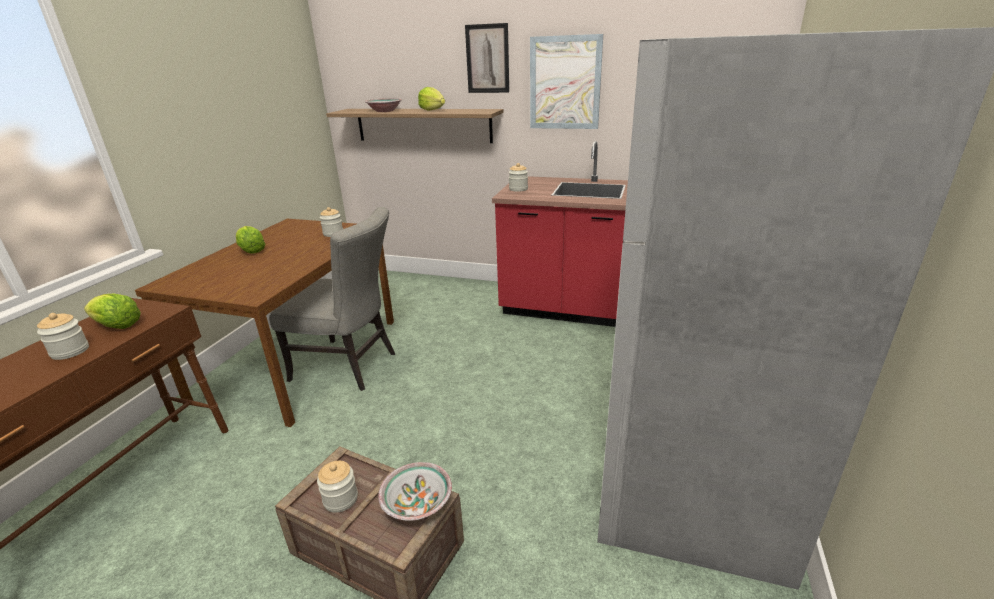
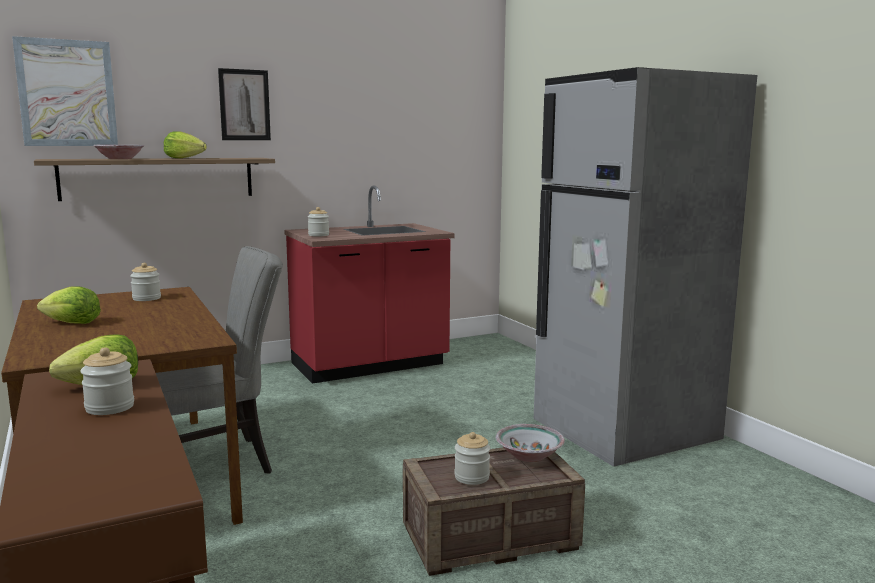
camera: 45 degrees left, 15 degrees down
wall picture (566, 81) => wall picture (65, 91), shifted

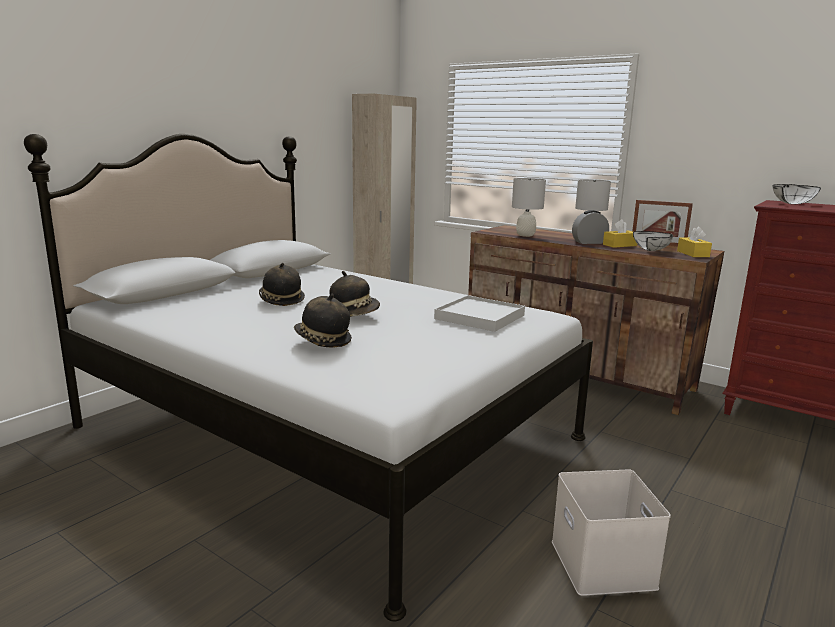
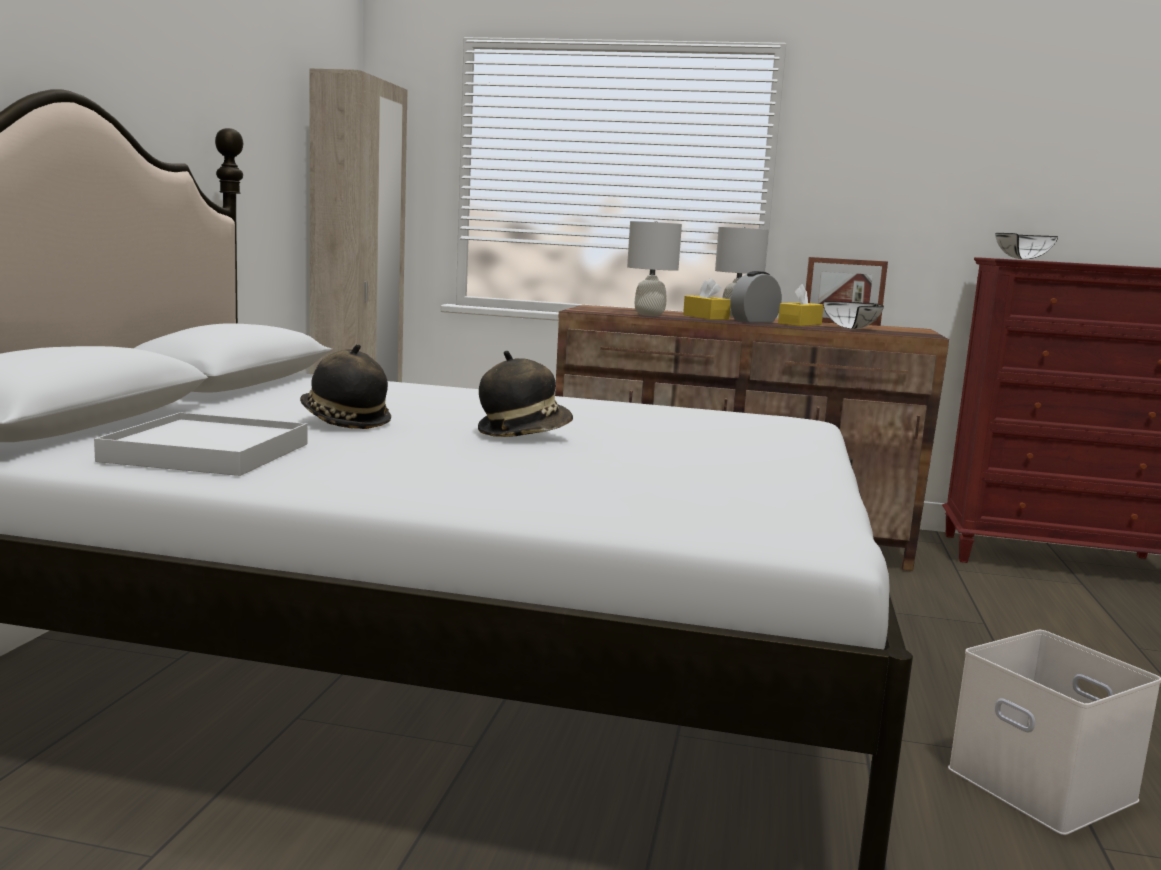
camera: 25 degrees left, 5 degrees down
clothing hat (323, 321) => nothing
carrying tray in white (479, 313) => carrying tray in white (200, 444), shifted
tissue holder in yellow-coloured (694, 241) => tissue holder in yellow-coloured (707, 299), shifted

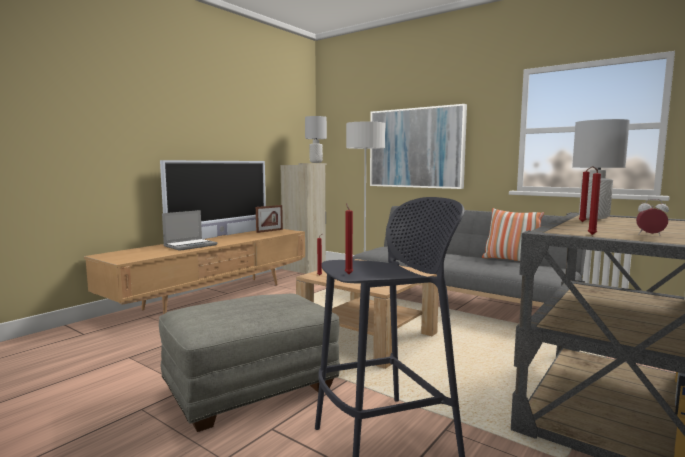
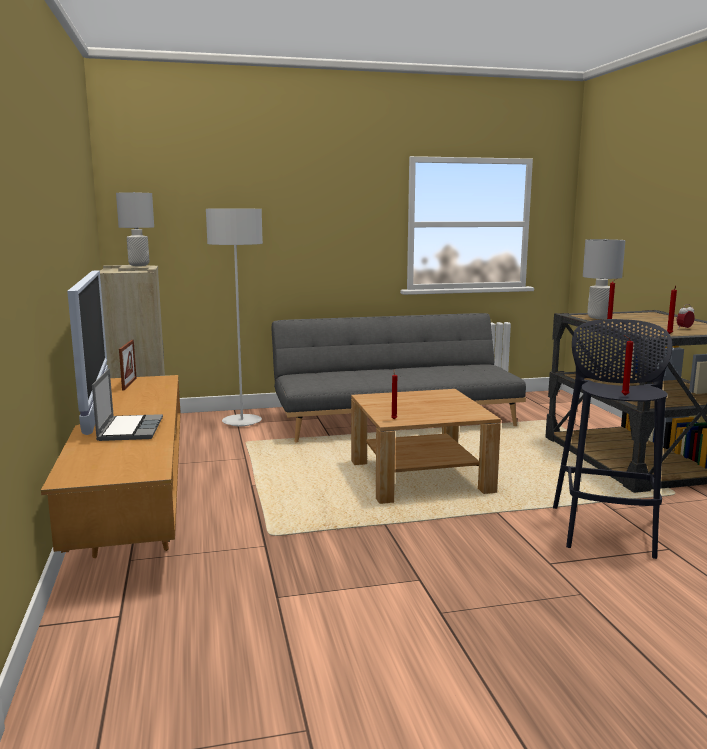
camera: 50 degrees left, 5 degrees up
pouffe in greyish (249, 363) => nothing
wall picture (418, 146) => nothing
pillow (513, 234) => nothing

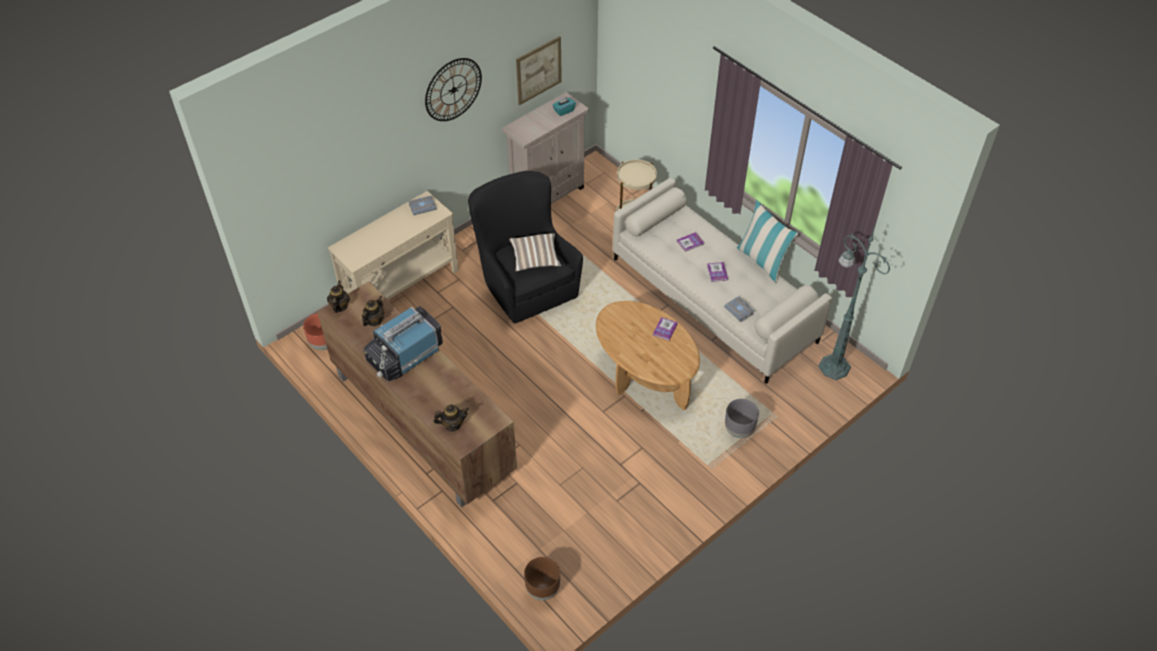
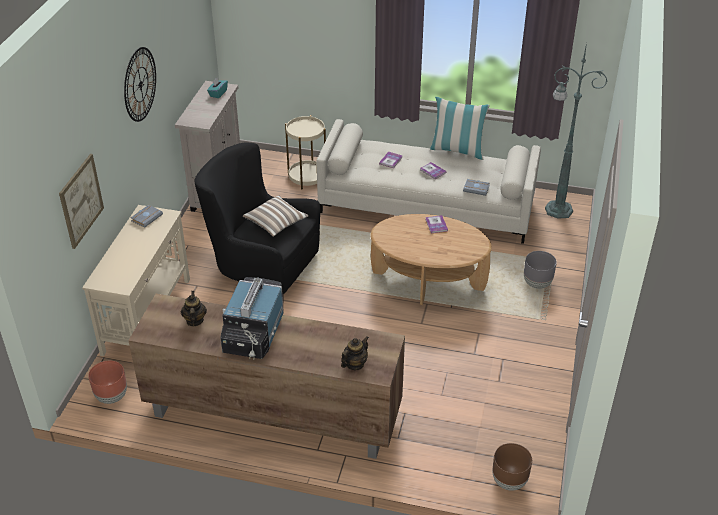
camera: 35 degrees left, 10 degrees down
pot for tea (338, 296) => nothing
wall picture (539, 70) => wall picture (81, 201), shifted

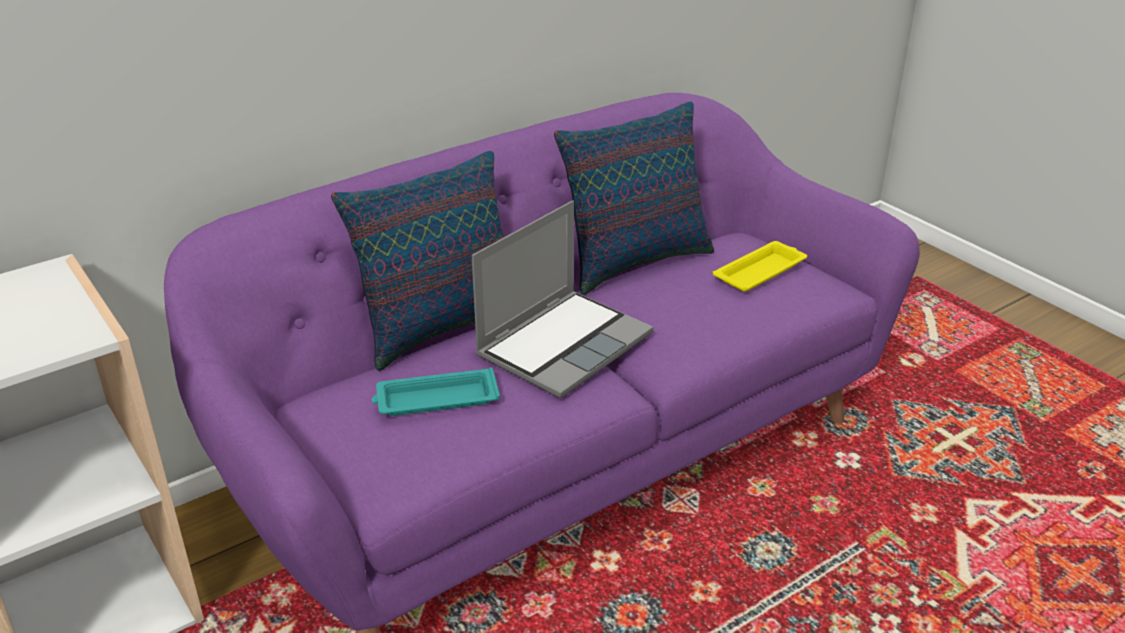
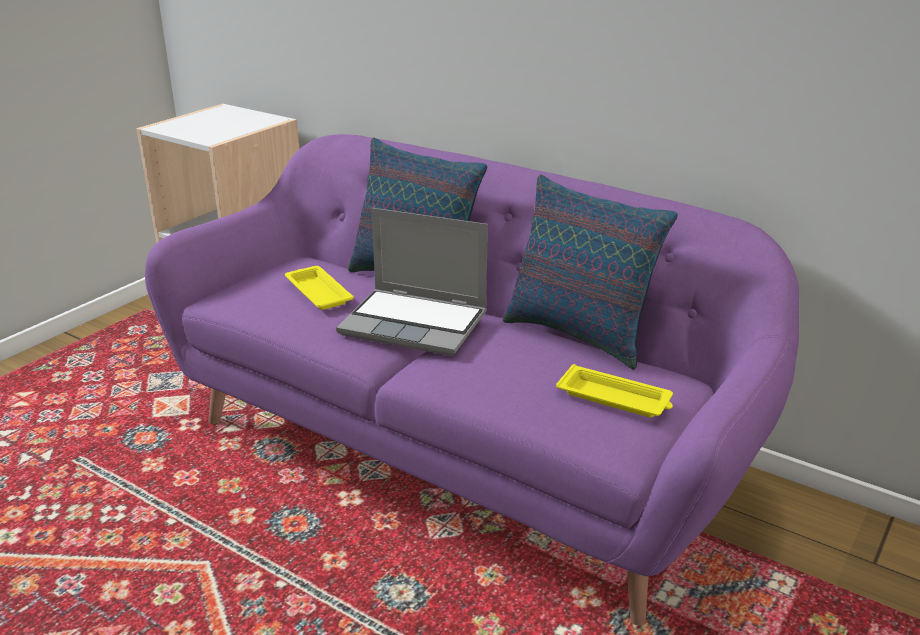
camera: 70 degrees right, 5 degrees down
carrying tray in turquoise (435, 391) => carrying tray in yellow-coloured (319, 288)

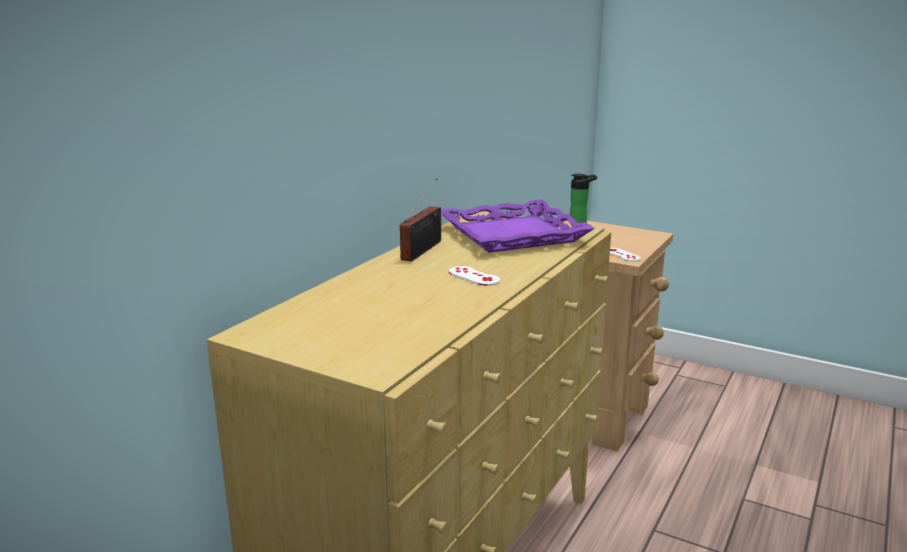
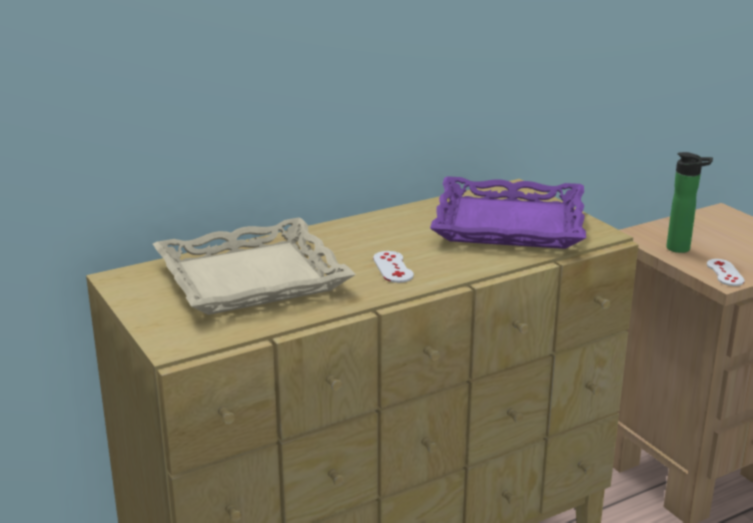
camera: 30 degrees right, 5 degrees up
radio set (420, 220) => nothing
nothing => carrying tray in sand-coloured (254, 266)

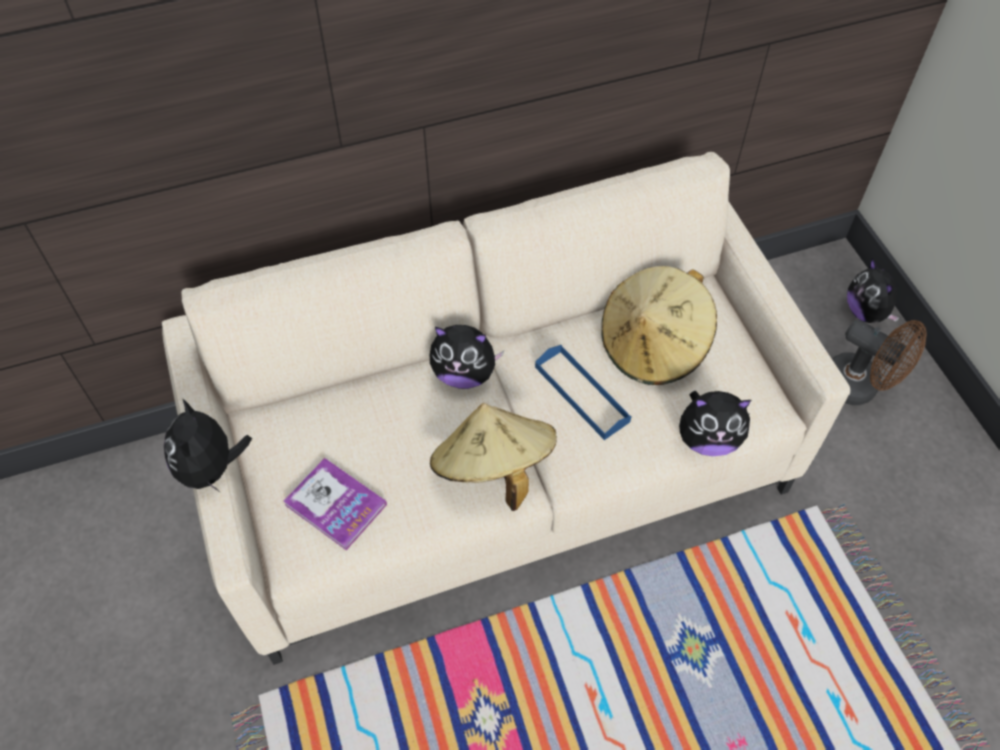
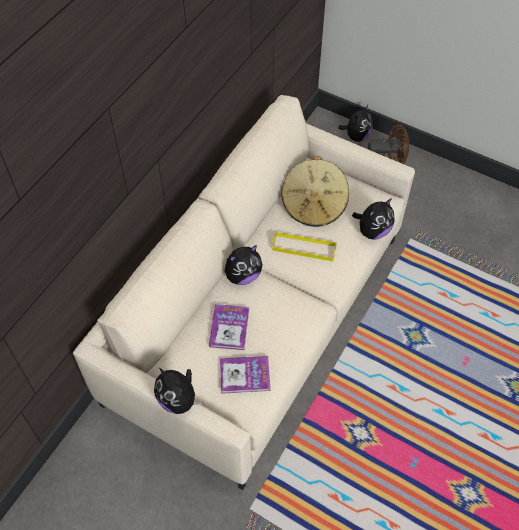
camera: 40 degrees left, 0 degrees up
clothing hat in sand-coloured (493, 457) => nothing
carrying tray in blue-coloured (583, 392) => carrying tray in yellow-coloured (304, 247)
plush toy (873, 290) => plush toy (355, 123), 90 degrees counterclockwise
nothing => bound book (229, 327)

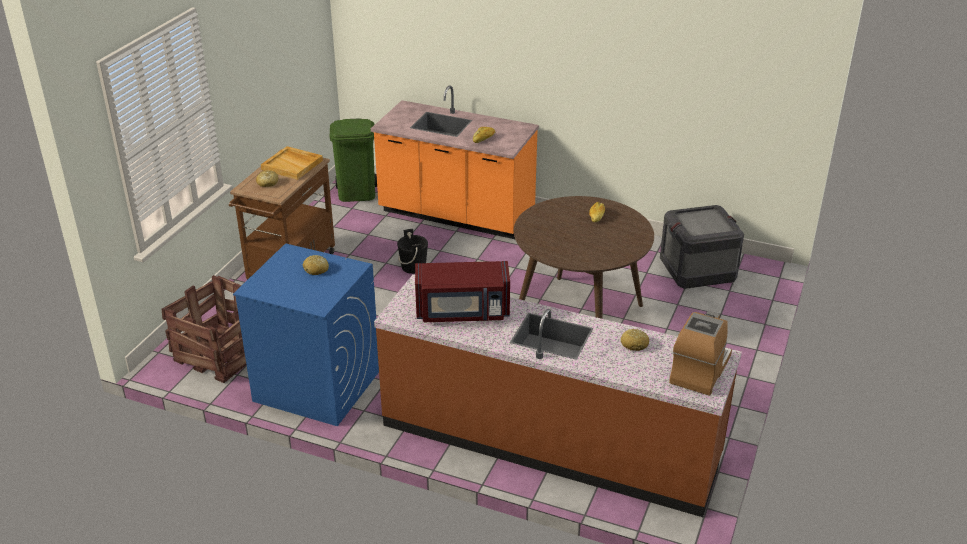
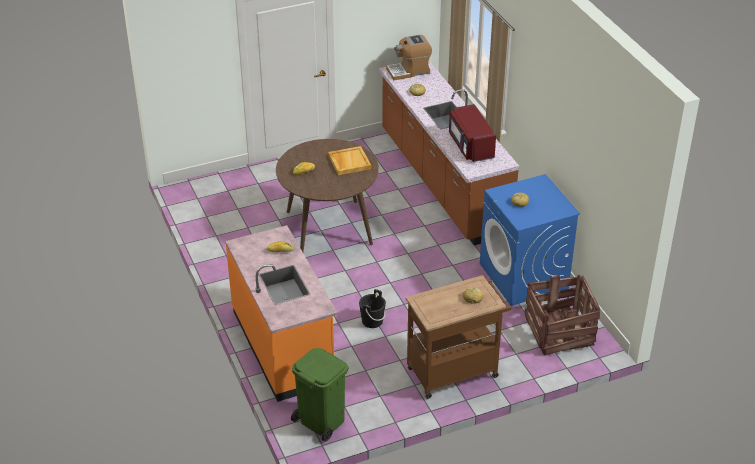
camera: 135 degrees left, 5 degrees up
carrying tray in sand-coloured (292, 163) => carrying tray in sand-coloured (349, 160), shifted
microwave oven in reddish (462, 291) => microwave oven in reddish (472, 133), 150 degrees counterclockwise
packing crate (702, 247) => nothing

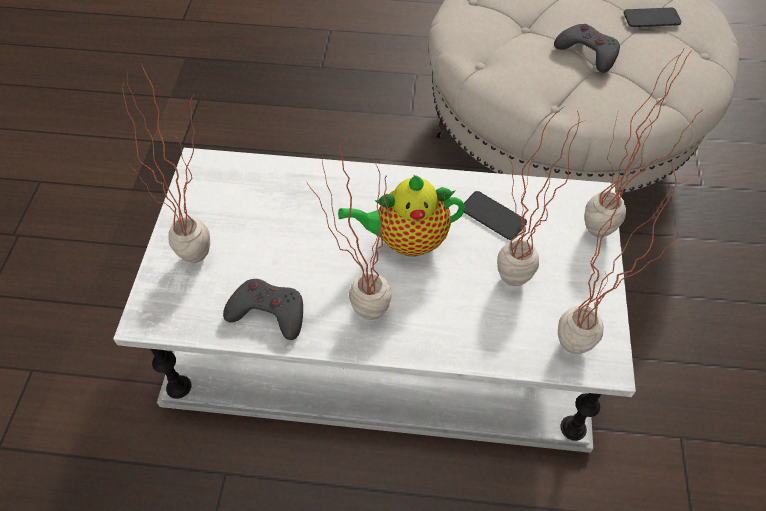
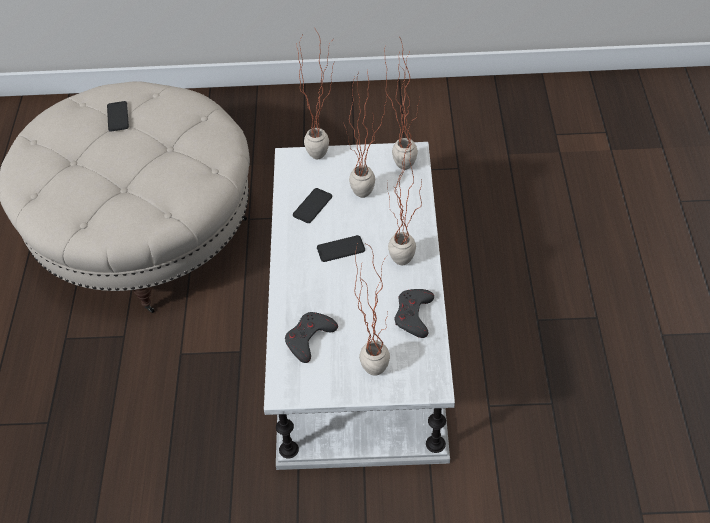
camera: 95 degrees left, 5 degrees down
pot for tea (401, 215) => handset (341, 248)
joypad in greyish (587, 48) => joypad in greyish (311, 337), shifted

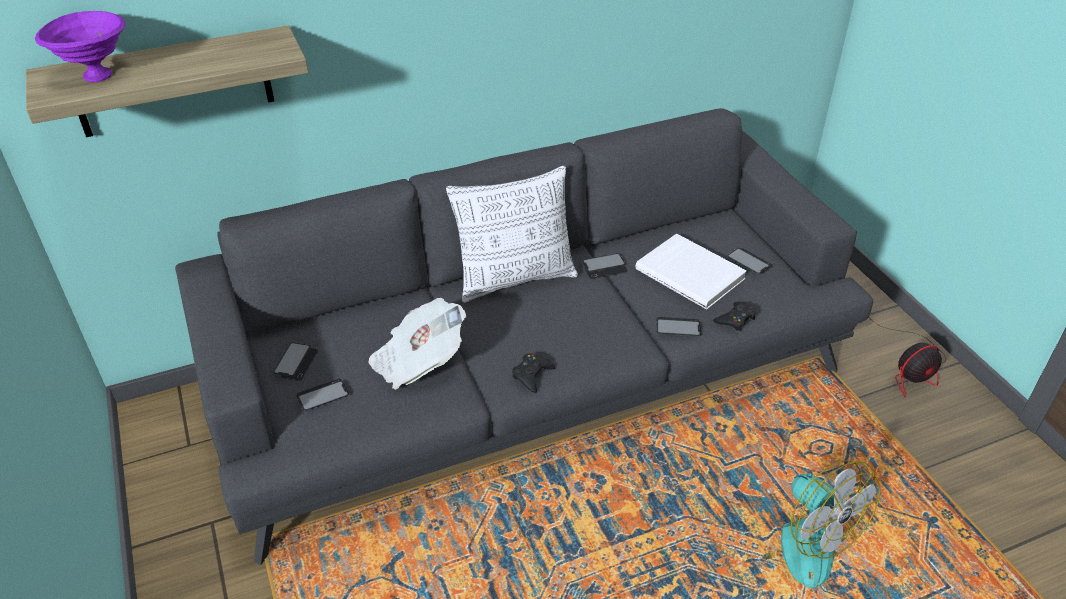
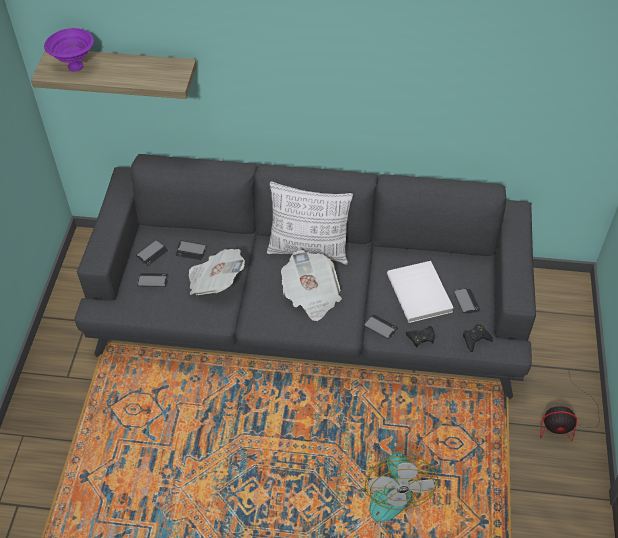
camera: 30 degrees right, 10 degrees up
joypad in black-coloured (533, 373) => joypad in black-coloured (478, 338), shifted
handset (605, 266) => handset (191, 250), shifted
nothing => daily paper (311, 285)

